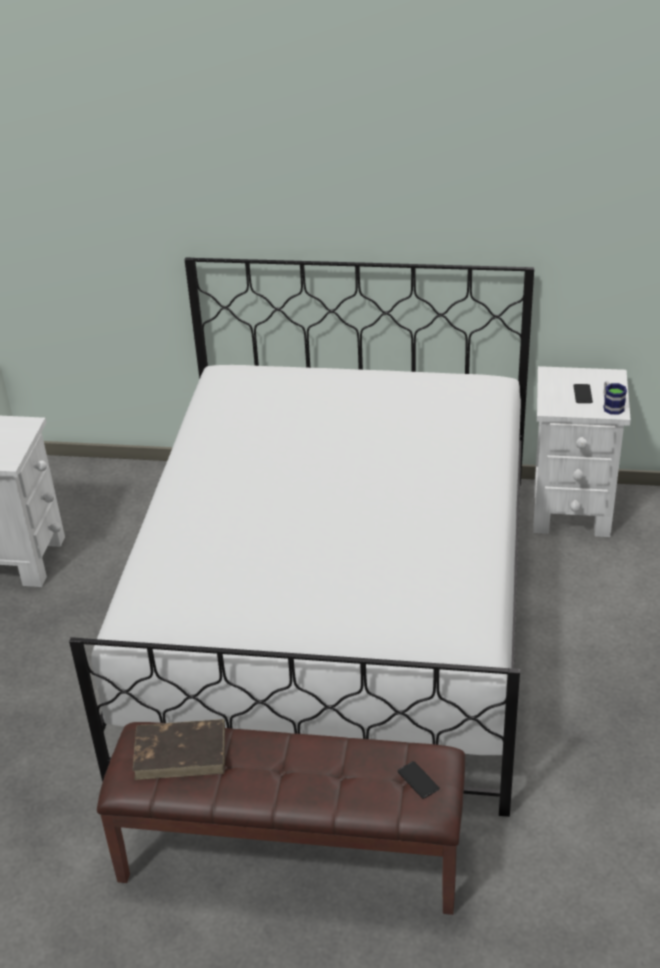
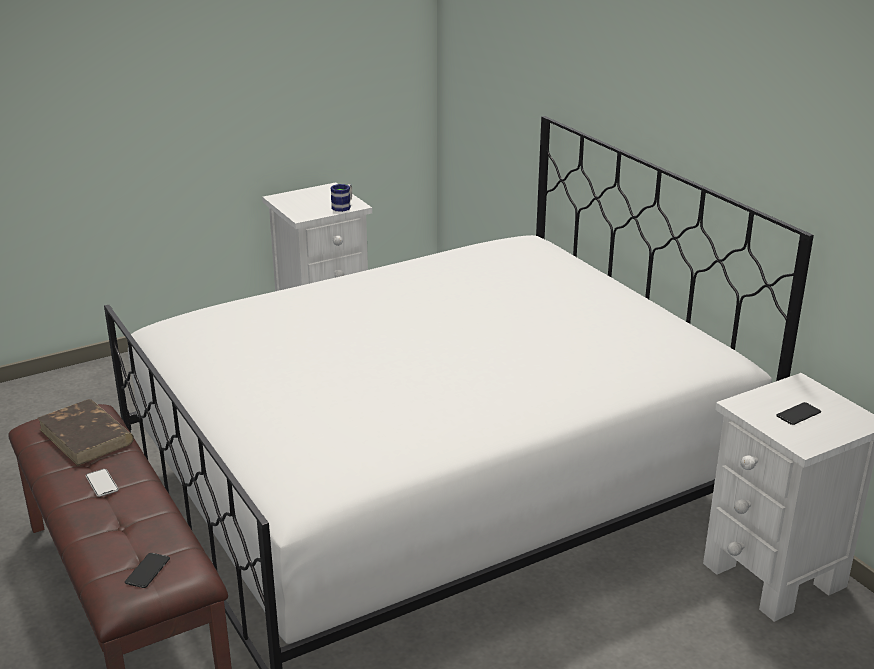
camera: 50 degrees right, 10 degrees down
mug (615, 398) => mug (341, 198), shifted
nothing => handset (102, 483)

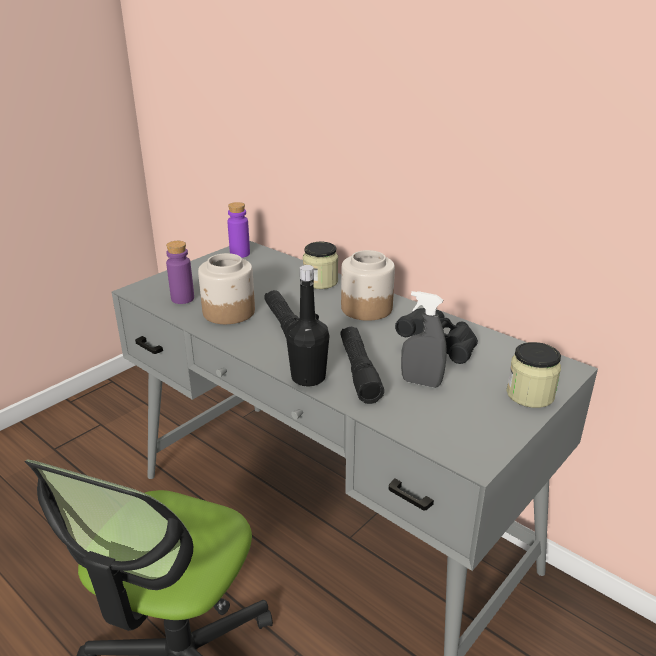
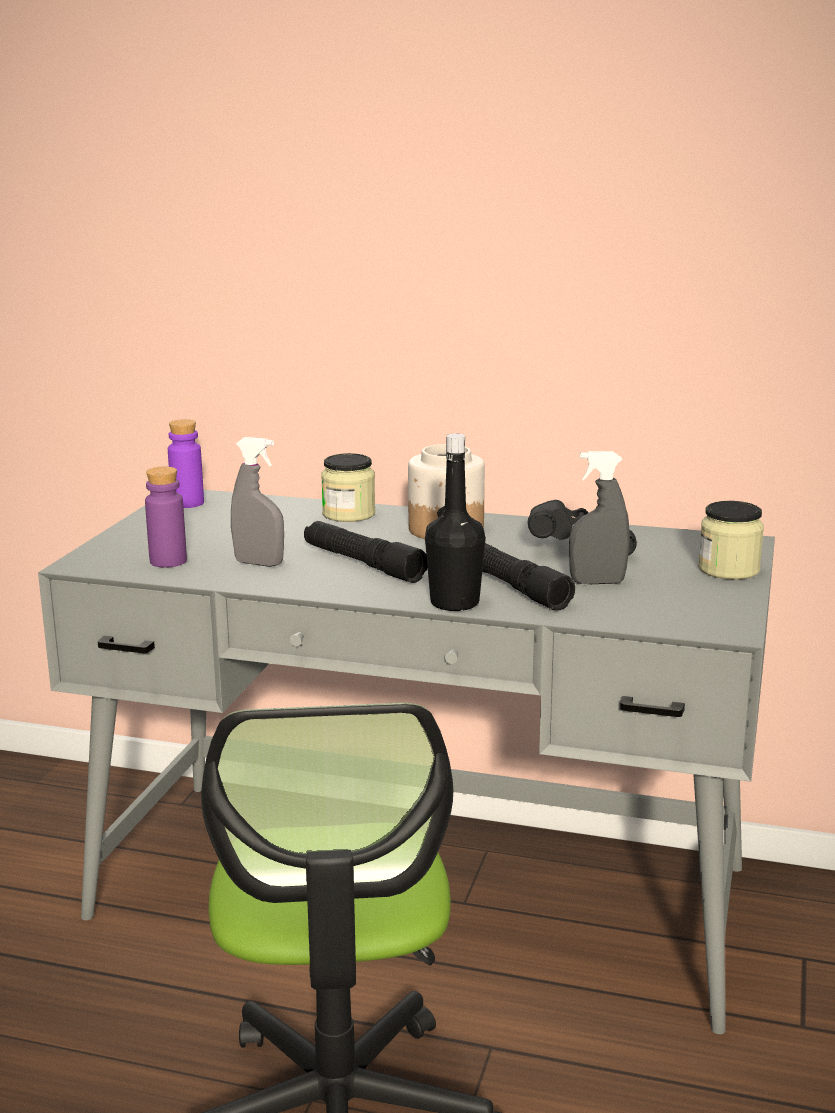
camera: 25 degrees left, 10 degrees down
preserve jar (226, 288) => hand sprayer in greyish (257, 502)

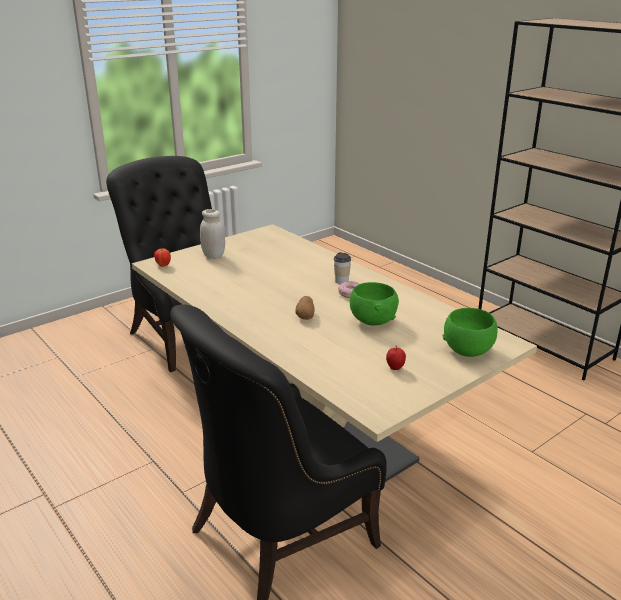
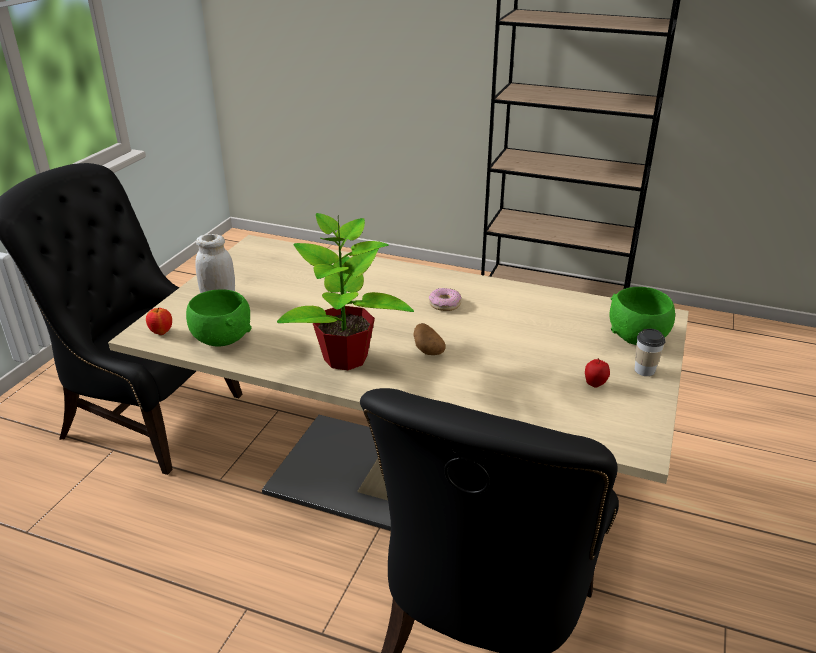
camera: 30 degrees left, 5 degrees up
small cup (342, 268) => small cup (650, 352), shifted
deep dish in green (374, 304) => deep dish in green (219, 318), shifted
nothing => plant in a pot (345, 291)

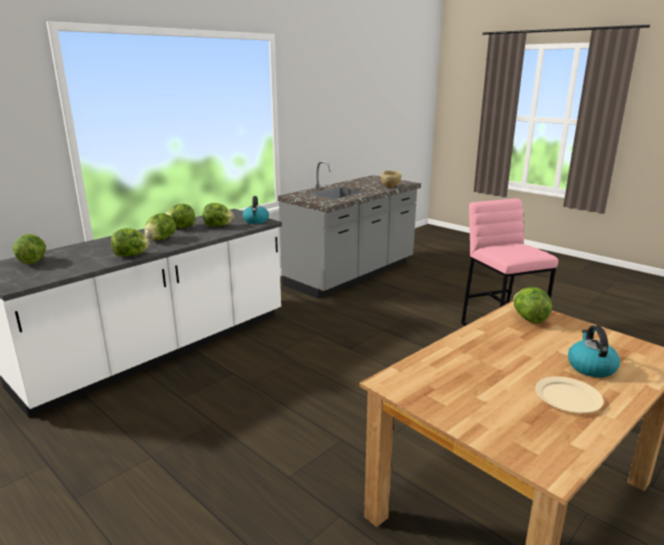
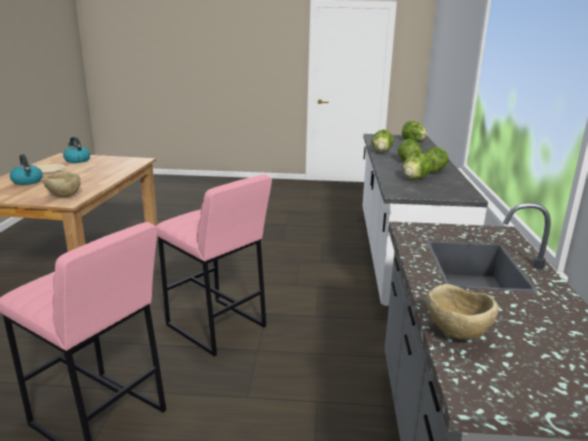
camera: 140 degrees right, 0 degrees up
kettle (255, 210) => kettle (76, 150), shifted
lettuce head (532, 305) => deep dish in sand-coloured (61, 184)
nothing => stool in pink-coloured (214, 265)

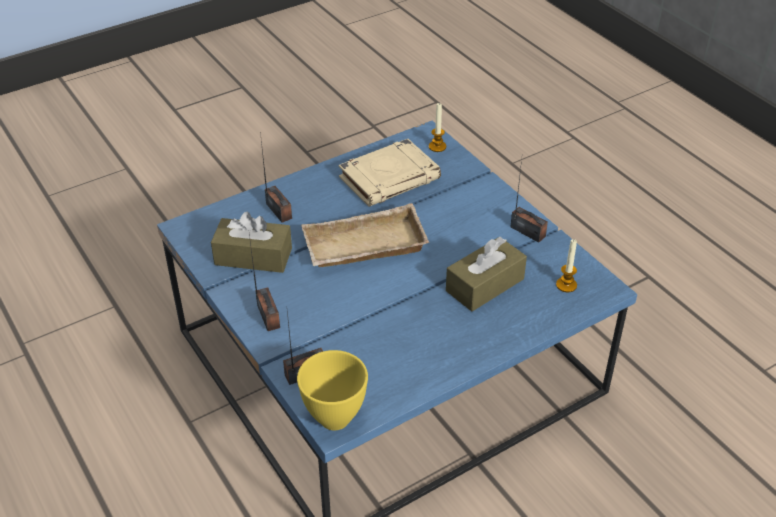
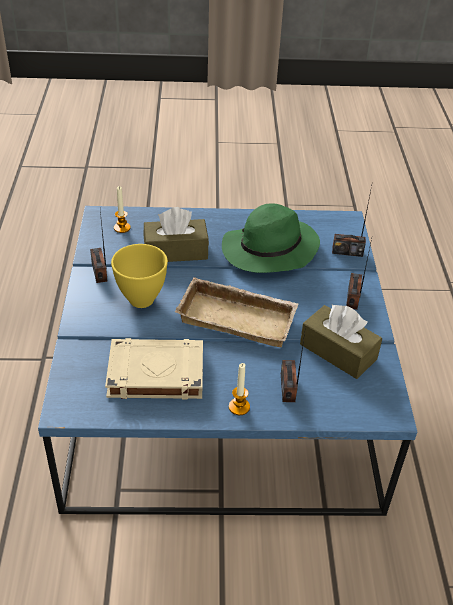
camera: 150 degrees left, 0 degrees up
deep dish in yellow-coloured (332, 390) => deep dish in yellow-coloured (139, 276), shifted
candle (437, 127) => candle (239, 389), shifted
nothing => clothing hat in green (271, 238)

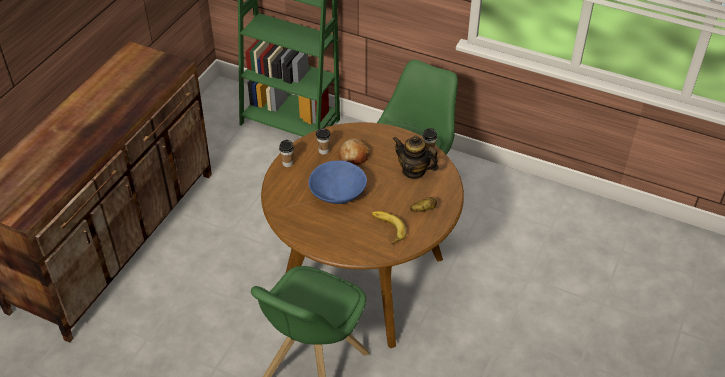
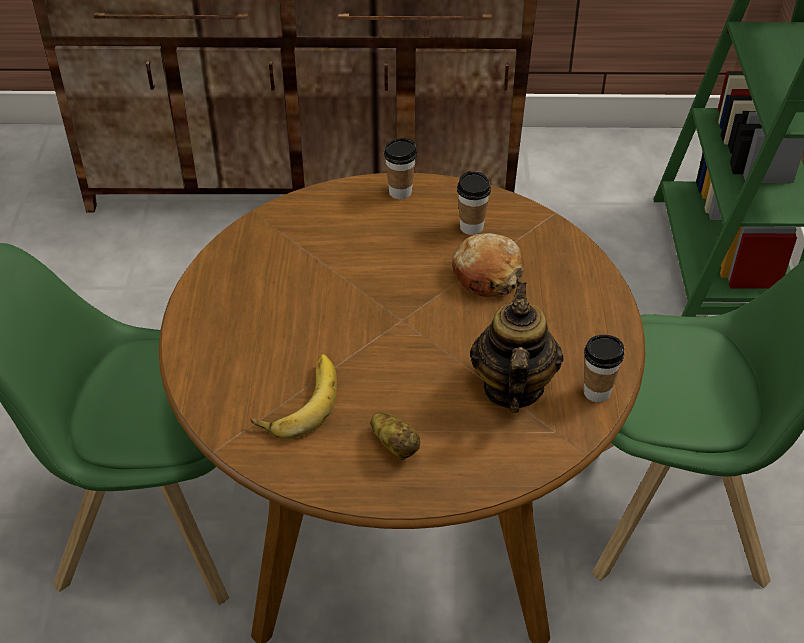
camera: 65 degrees right, 0 degrees up
deep dish in blue-coloured (337, 182) => nothing

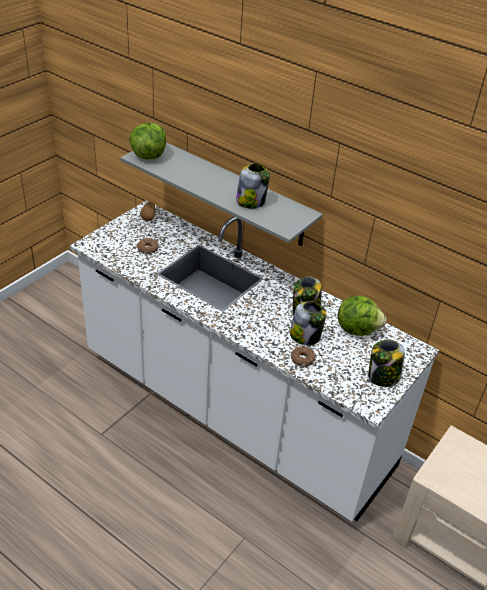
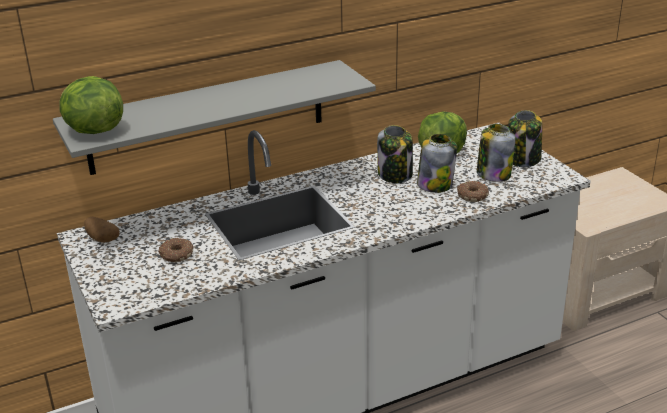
camera: 60 degrees left, 10 degrees down
preserve jar (253, 186) => preserve jar (496, 153), shifted

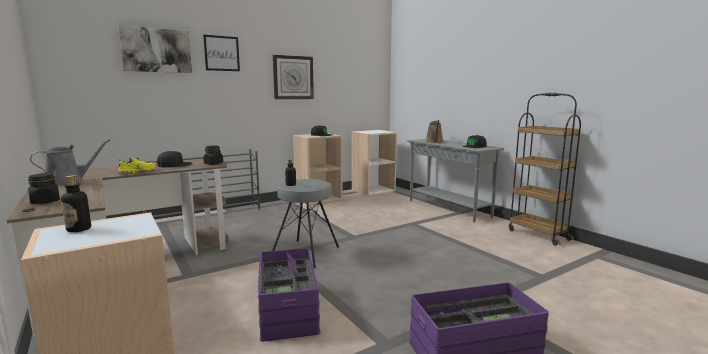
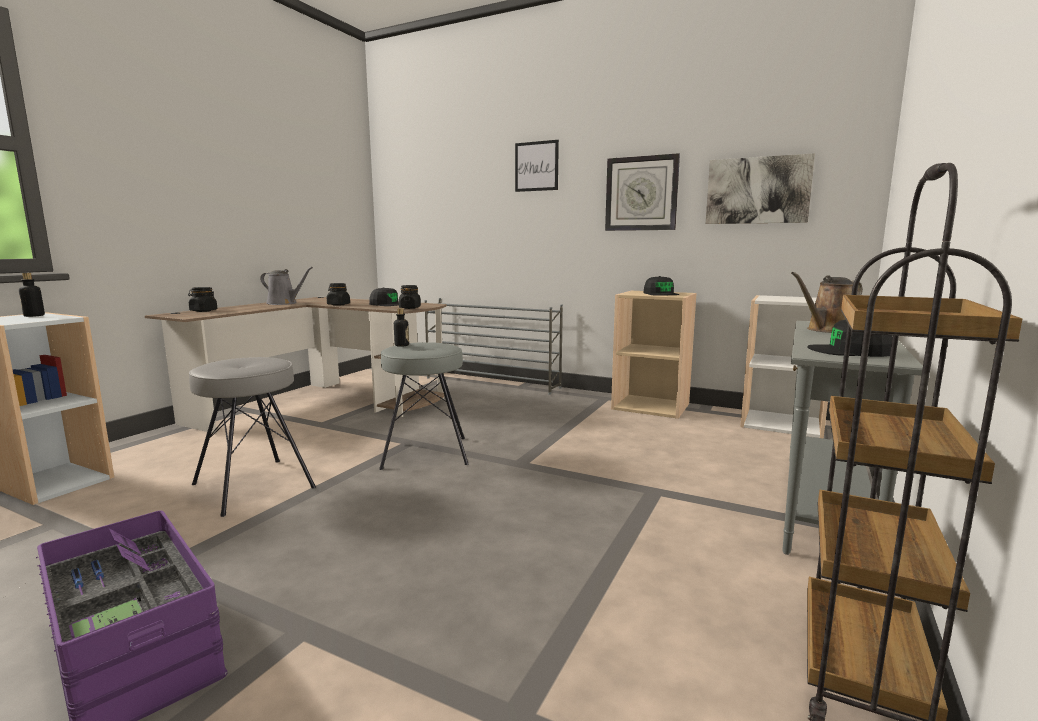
camera: 60 degrees right, 0 degrees up
low shoe in yellow-coloured (136, 165) => preserve jar in black-coloured (338, 294)
wall picture (155, 49) => wall picture (760, 188), shifted
storage bin in purple-coloured (288, 294) => stool in greyish (252, 437)

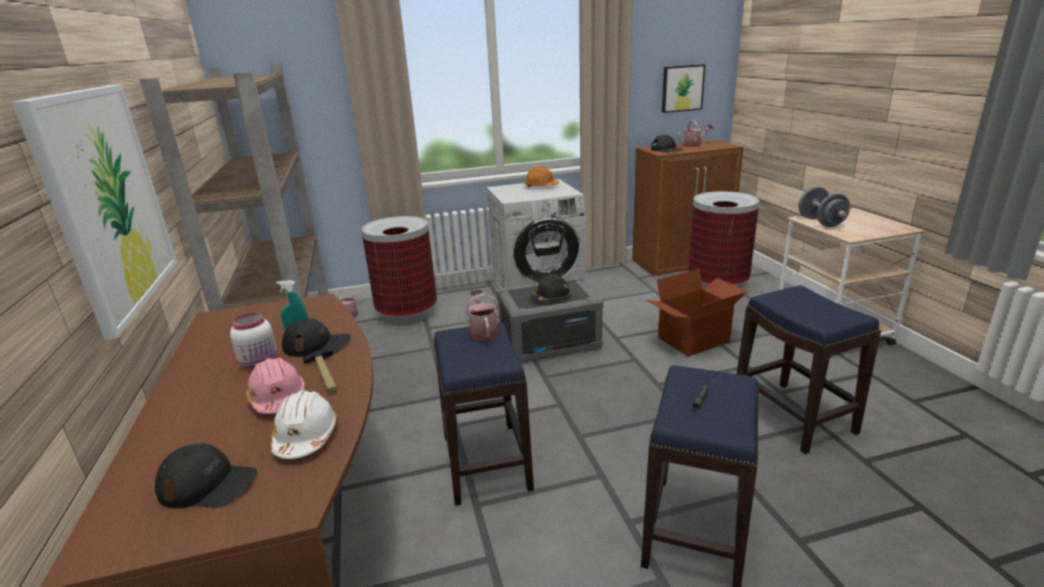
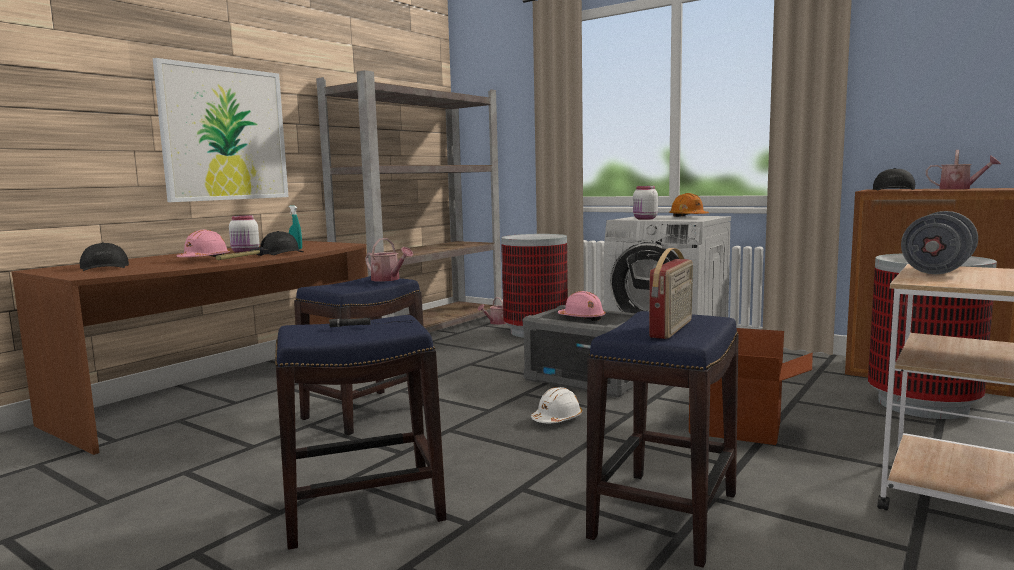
camera: 50 degrees right, 15 degrees down
work helmet in white (304, 424) => work helmet in white (556, 405), shifted
watering can (482, 315) => watering can (389, 260), 90 degrees clockwise
work helmet in black-coloured (550, 288) => work helmet in pink-coloured (581, 306)
wall picture (684, 88) => nothing
nothing => preserve jar in white (645, 203)
nothing => radio set (671, 293)

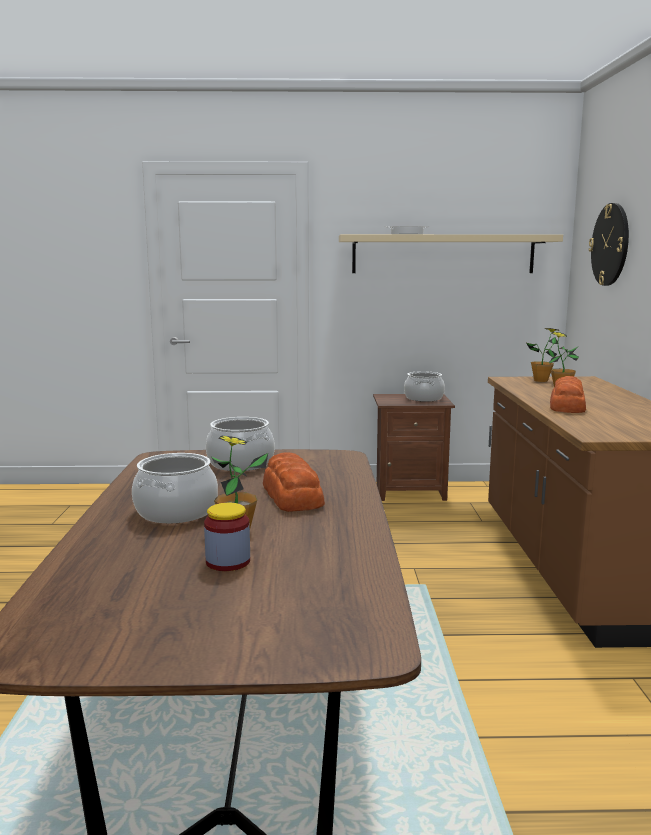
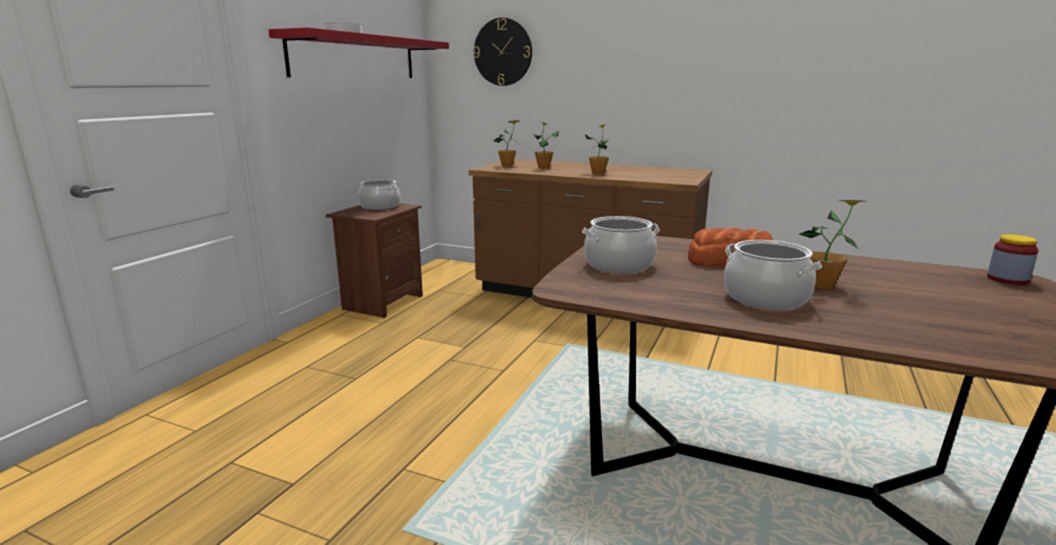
camera: 65 degrees left, 5 degrees up
preserve jar (227, 537) => preserve jar (1013, 259), shifted
wall shelf in sand-coloured (451, 253) => wall shelf in reddish (359, 52)
bread (568, 394) => plant in a pot (597, 149)

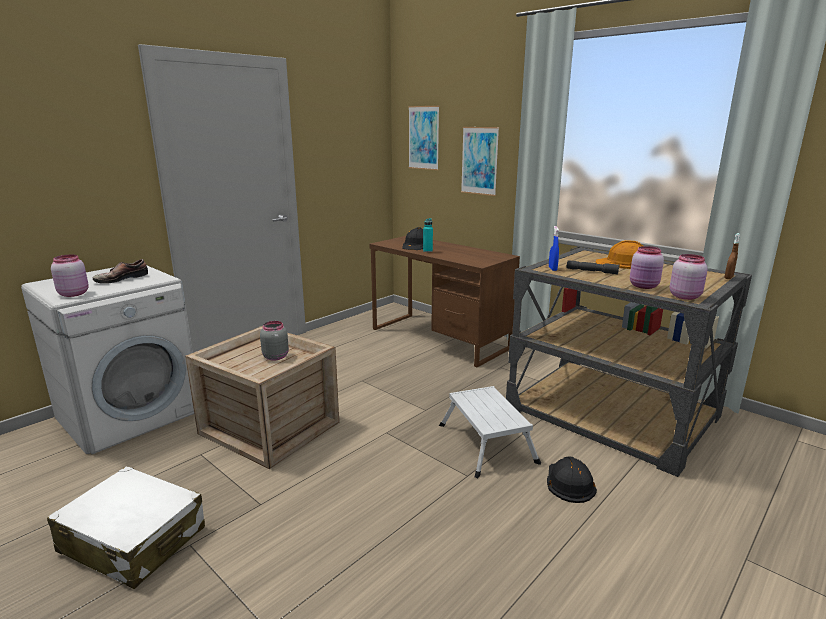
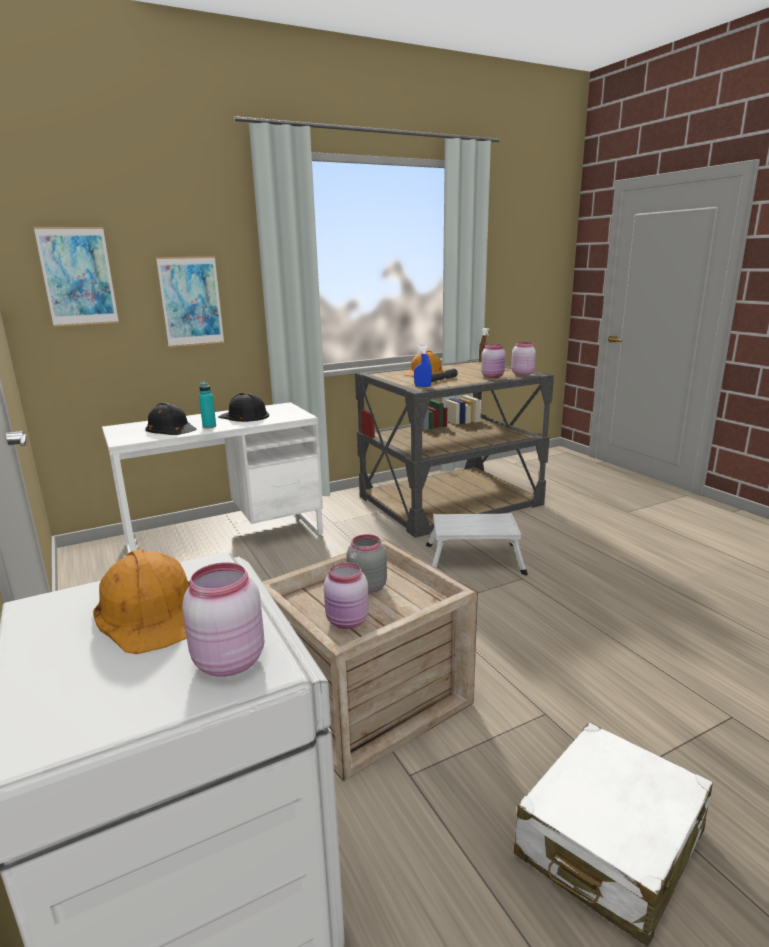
camera: 70 degrees left, 0 degrees up
low shoe (120, 271) => work helmet in orange (141, 601)
desk in brown-coloured (444, 301) => desk in white (212, 478)
work helmet in black-coloured (572, 479) => work helmet in black-coloured (243, 407), shifted
nothing => preserve jar in pink-coloured (346, 595)

